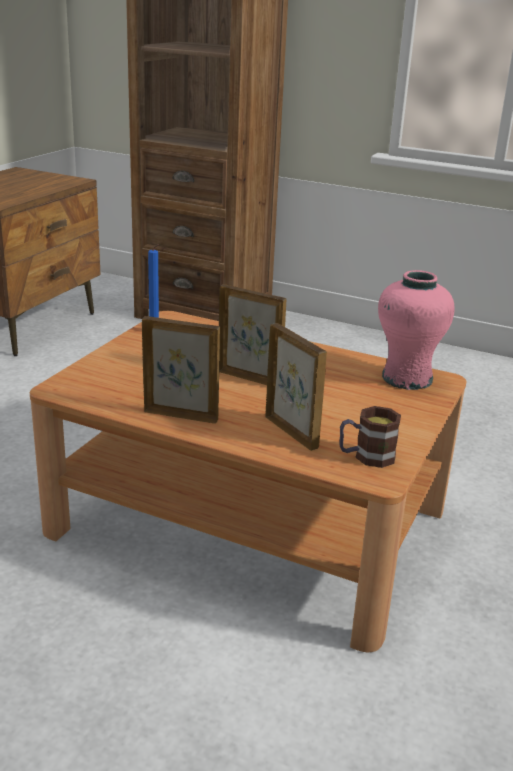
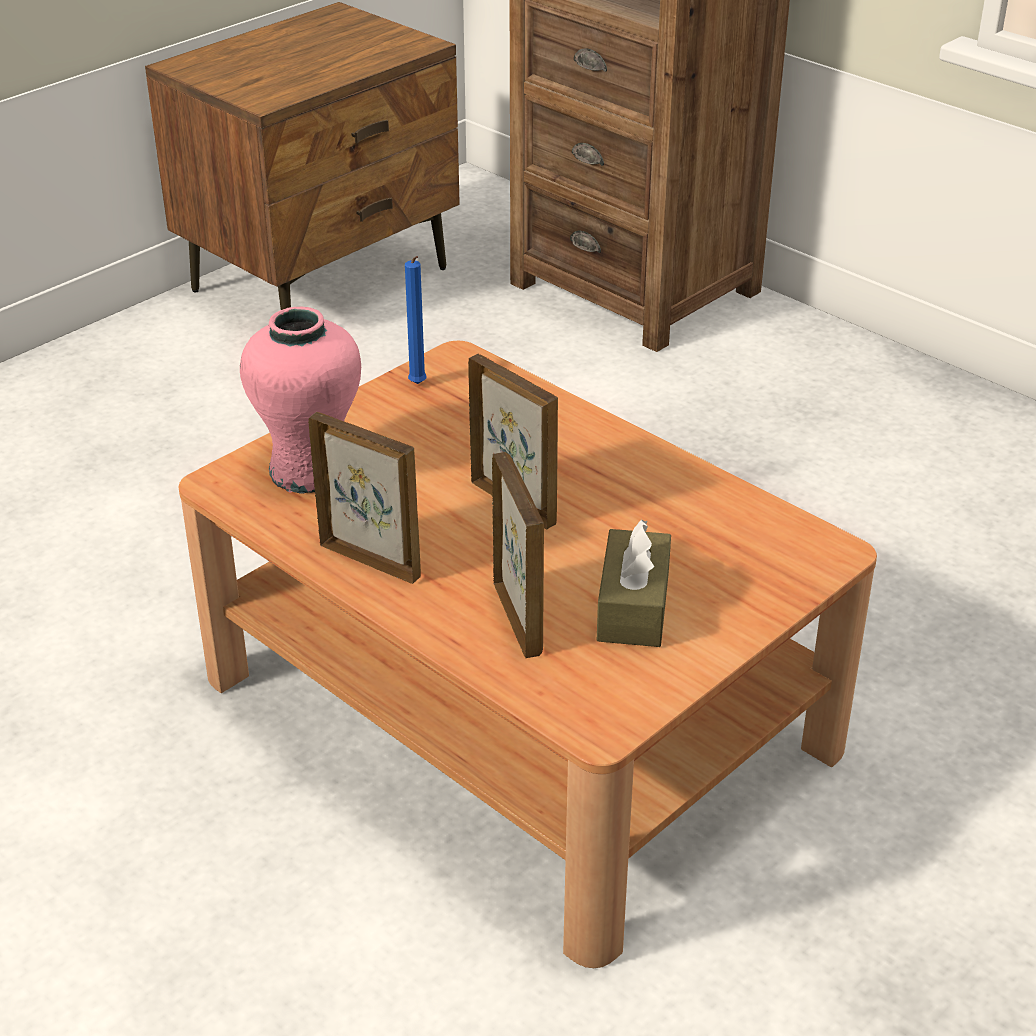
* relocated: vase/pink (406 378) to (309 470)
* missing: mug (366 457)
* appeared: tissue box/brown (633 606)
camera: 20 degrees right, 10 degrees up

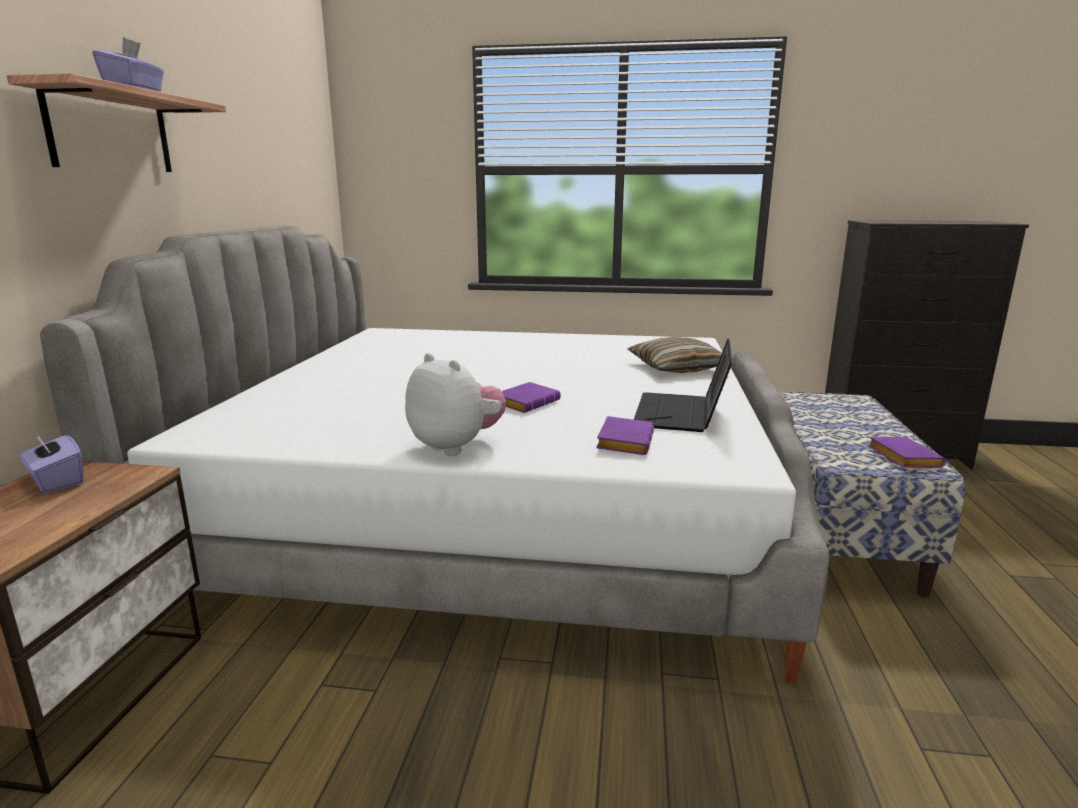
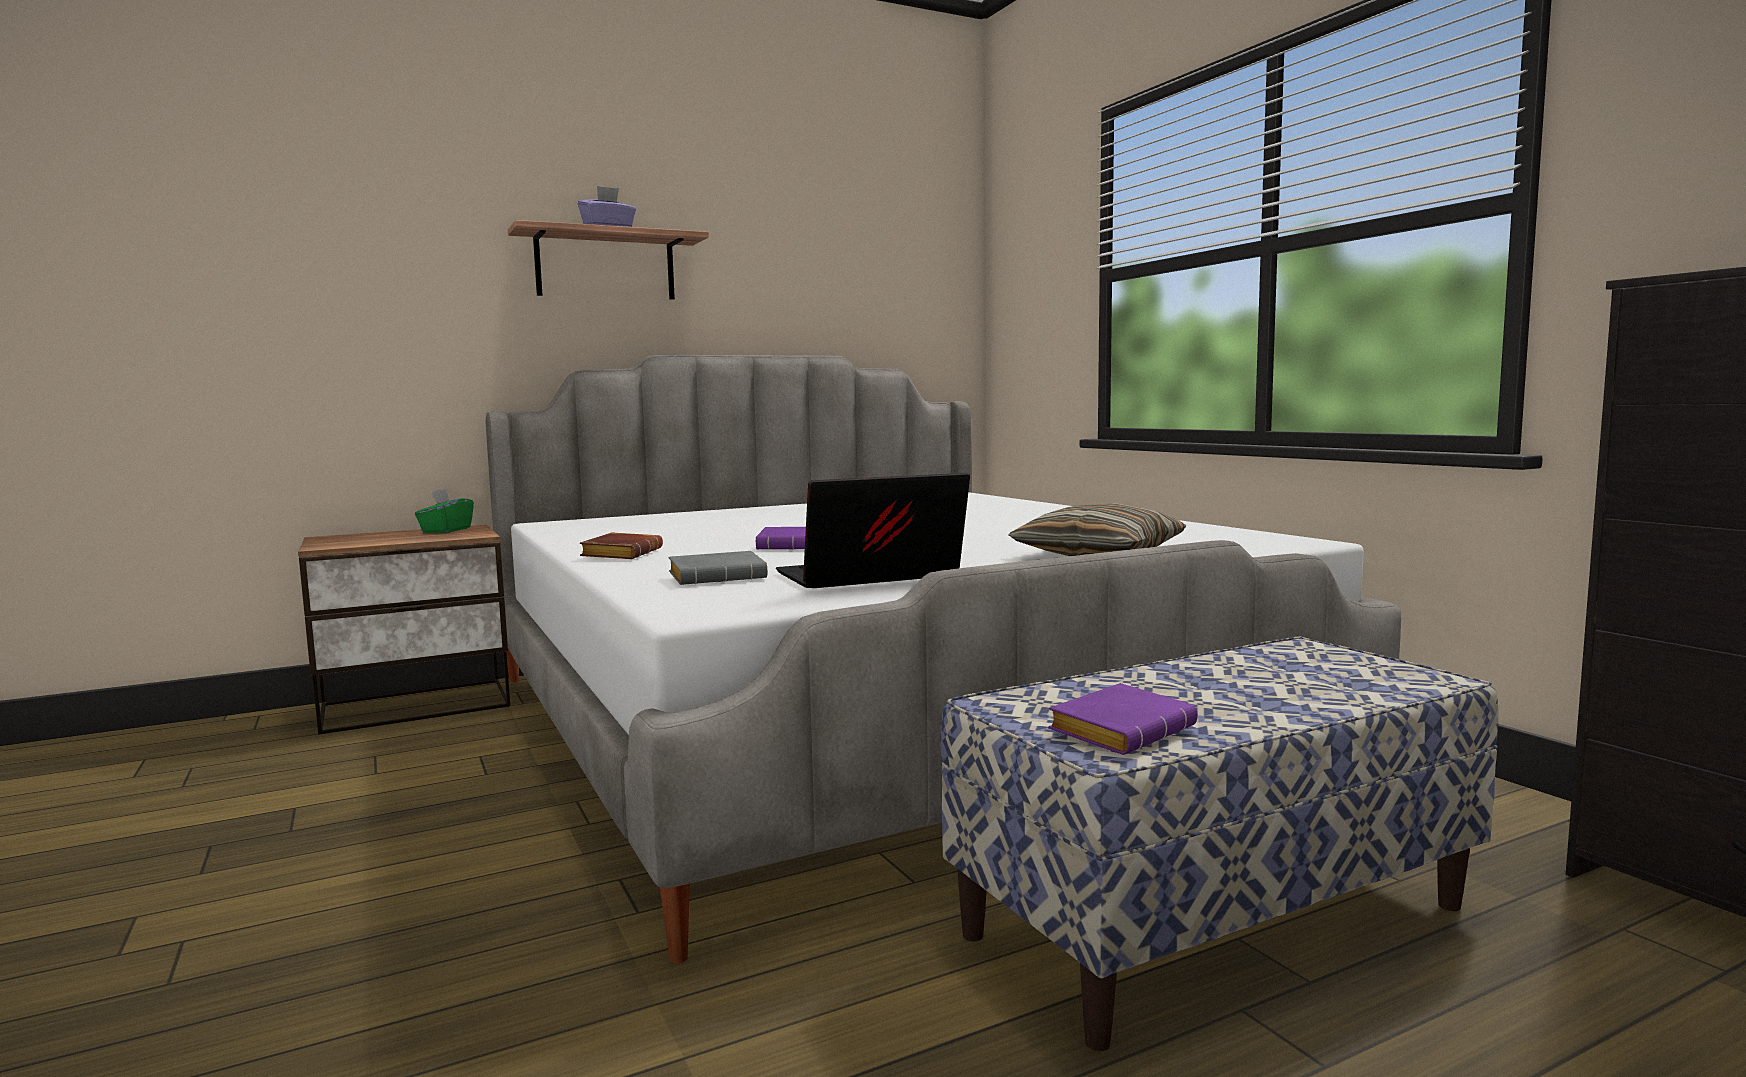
* exchanged: plush toy (456 446) to book/brown (621 554)
* colour: book/purple (623 441) to book/grey (719 577)
* colour: tissue box/purple (56 481) to tissue box/green (446 530)
camera: 55 degrees right, 10 degrees down

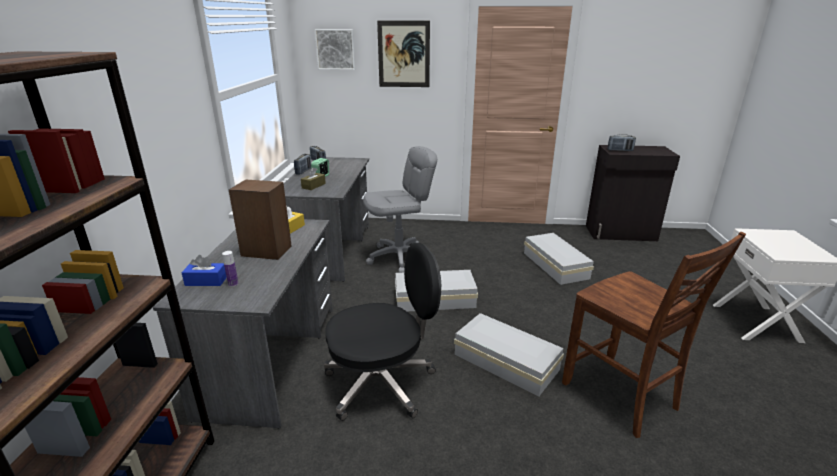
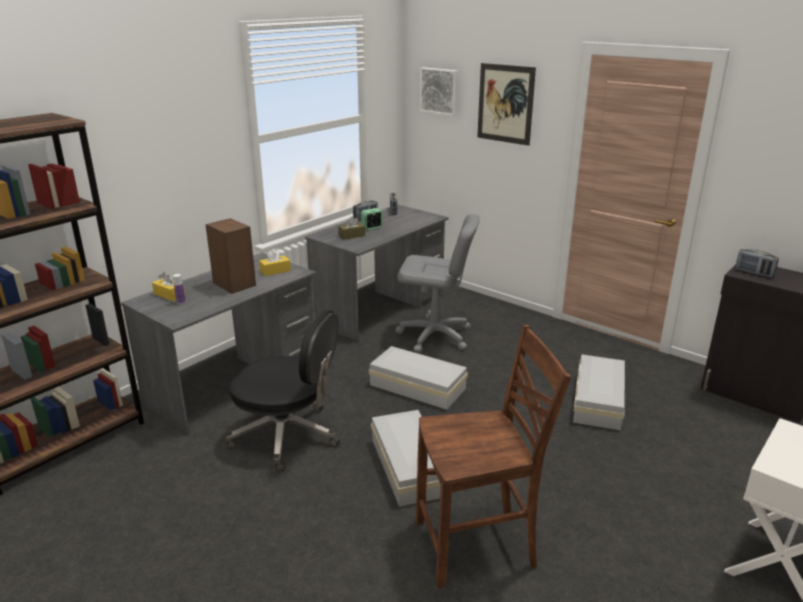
* spun: chair/brown (621 396) = (477 546) 105 degrees counterclockwise
* colour: tissue box/blue (206 281) to tissue box/yellow (169 295)
camera: 35 degrees right, 0 degrees up

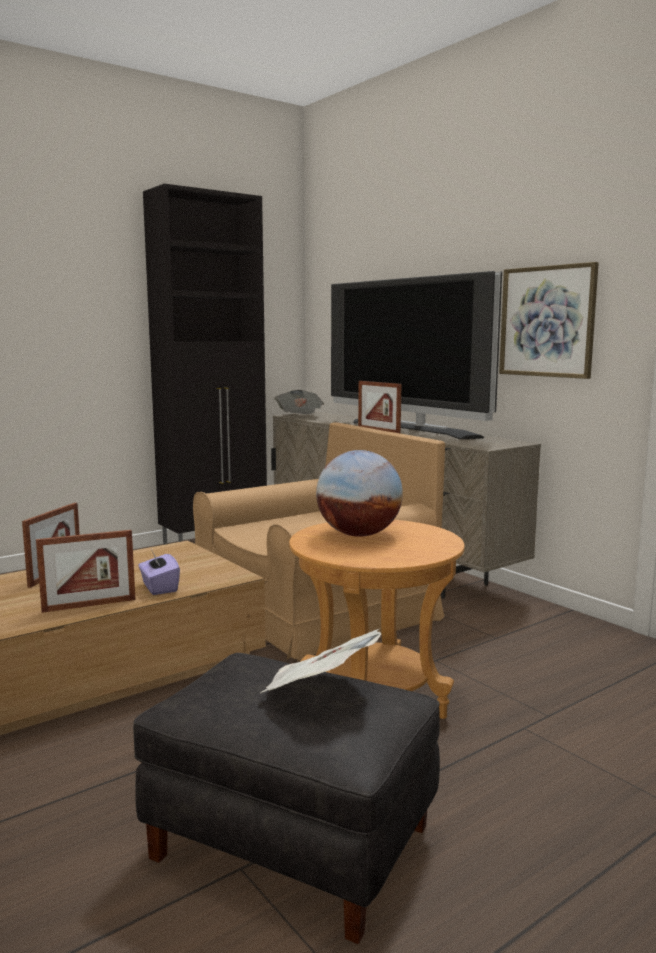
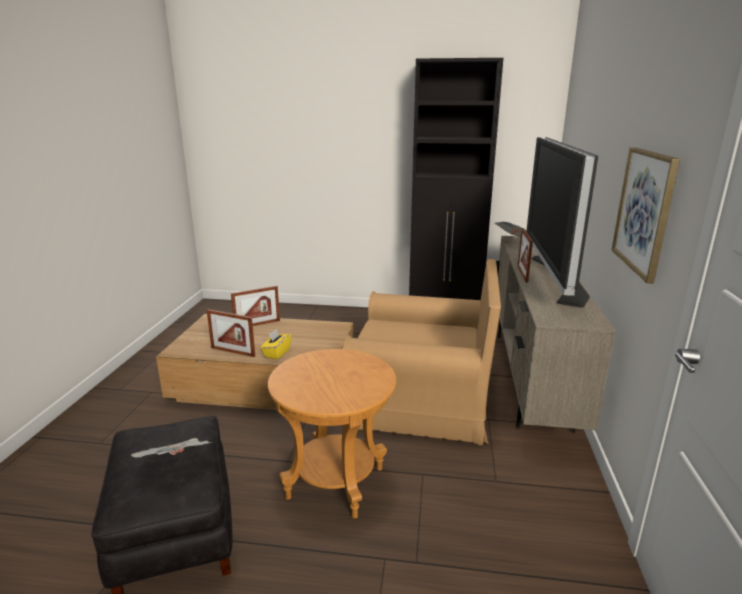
* missing: globe (358 535)
* colour: tissue box/purple (159 588) to tissue box/yellow (276 353)
camera: 45 degrees right, 10 degrees up

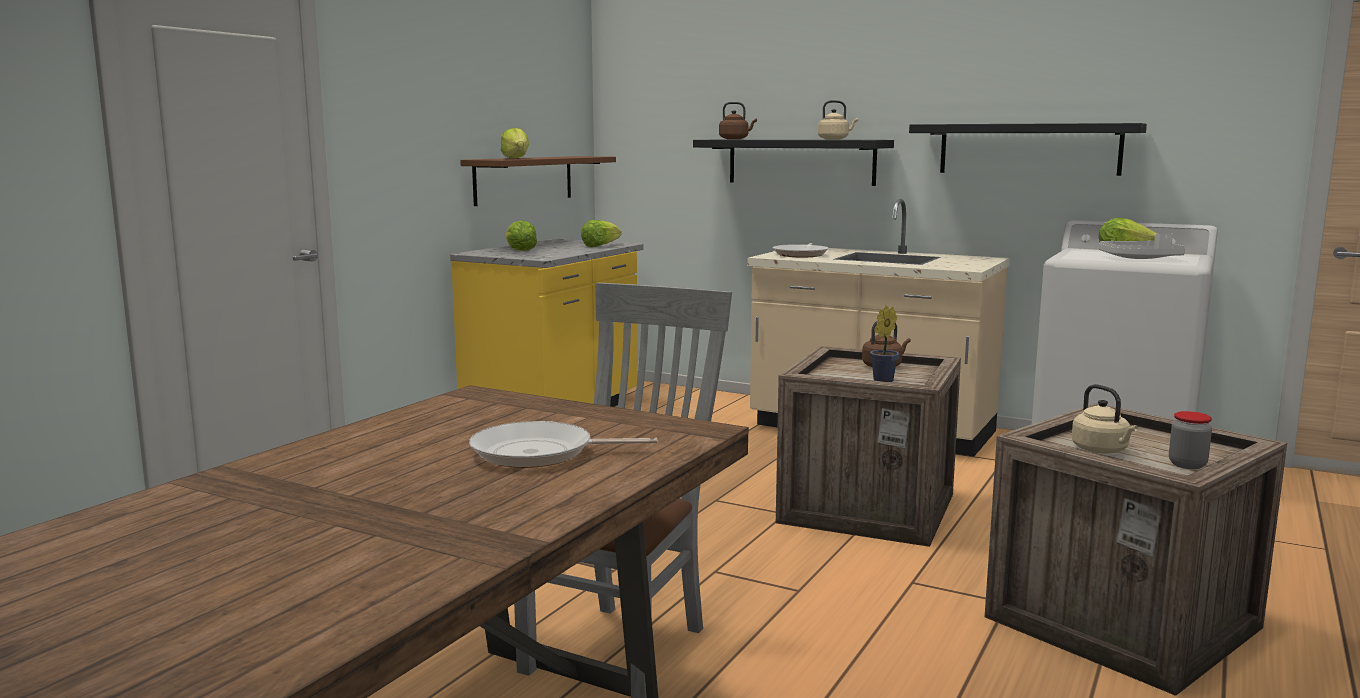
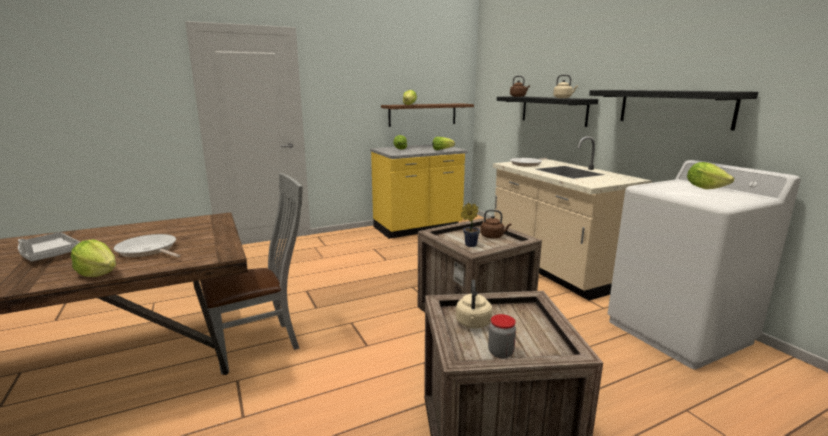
* relocated: tray/grey (1140 258) to (49 254)
* appeared: lettuce (98 273)
camera: 35 degrees right, 5 degrees up

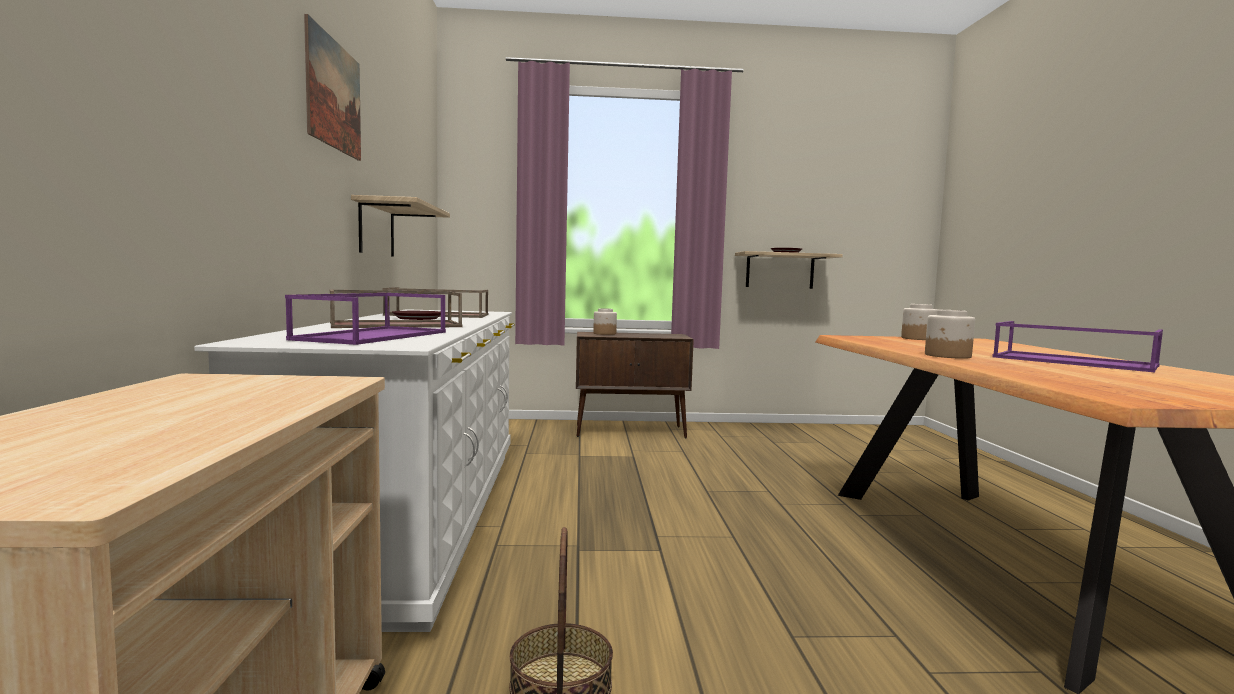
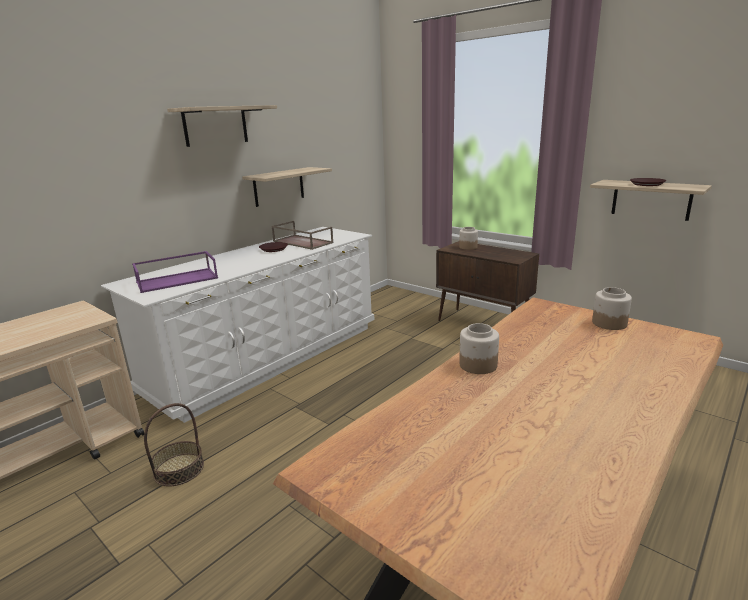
* exchanged: picture (334 95) to shelf (215 126)
* missing: tray/brown (397 325)
* missing: tray/purple (1071 361)
camera: 45 degrees right, 15 degrees up

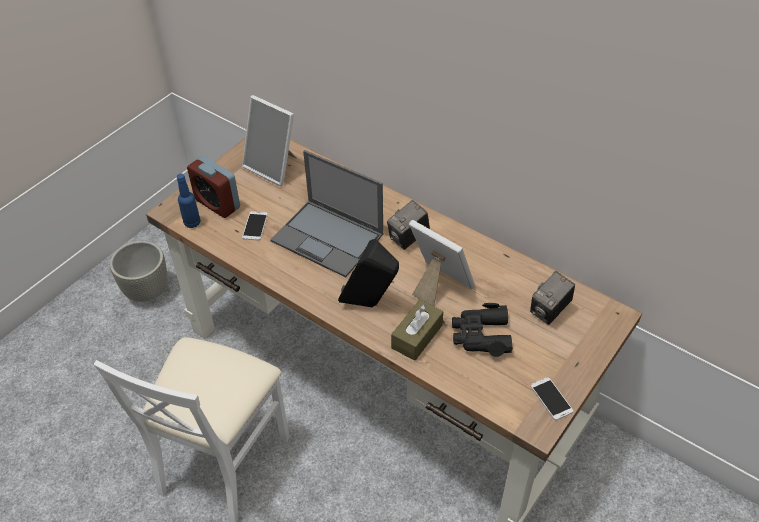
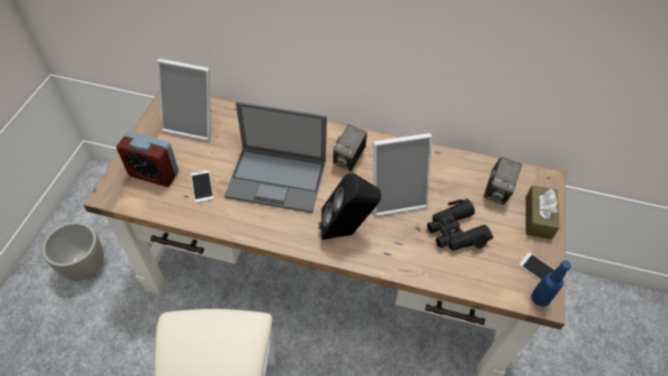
* relocated: bottle/blue (192 223) to (540 298)
* spun: picture frame (438 285) = (396 196) 150 degrees clockwise
* relocated: tissue box/brown (417 336) to (538 217)
camera: 25 degrees left, 5 degrees up

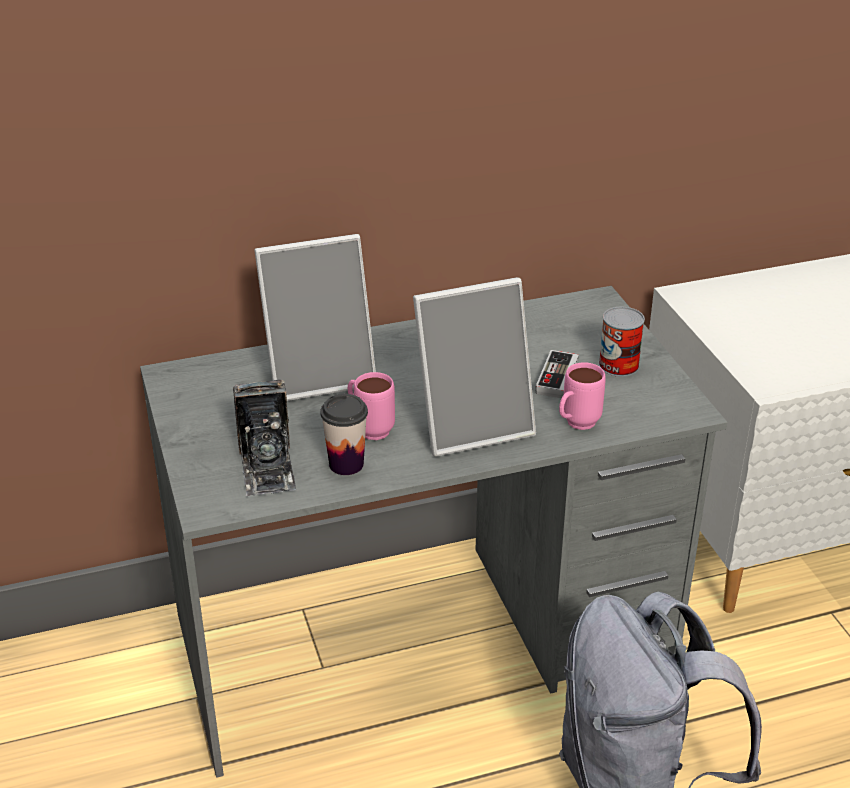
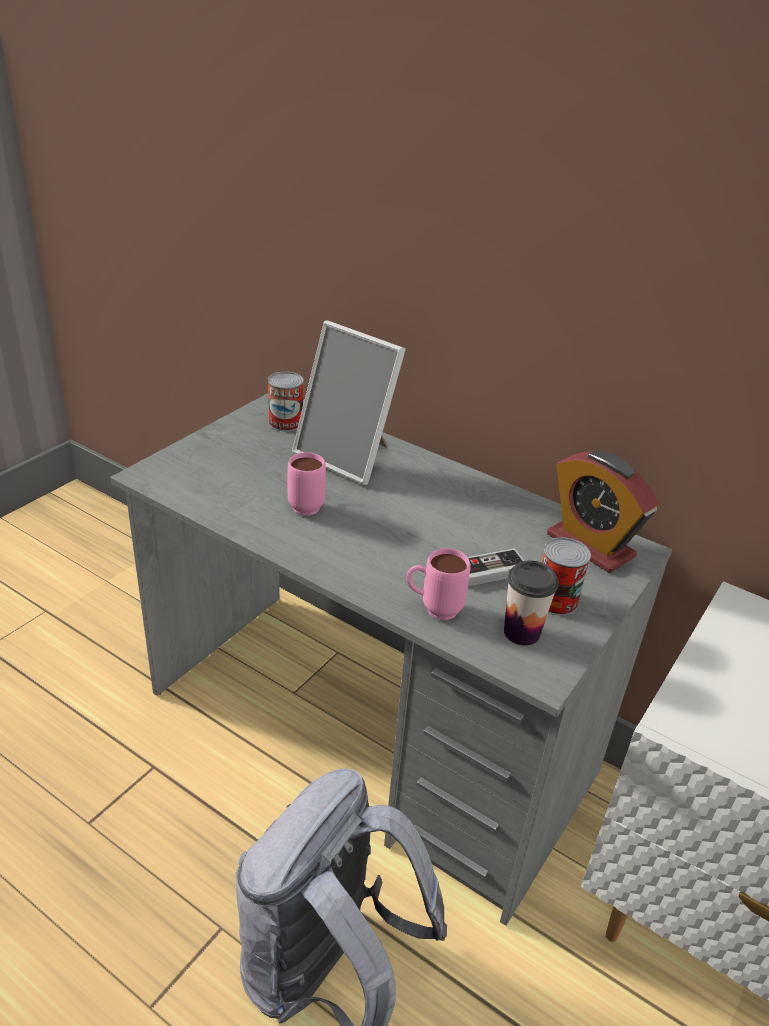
* missing: picture frame (472 425)
* missing: photo camera (267 465)
* relocated: cup (346 464) to (521 632)
* appeared: can (285 422)
* appeared: alarm clock (590 546)
camera: 50 degrees right, 0 degrees up

